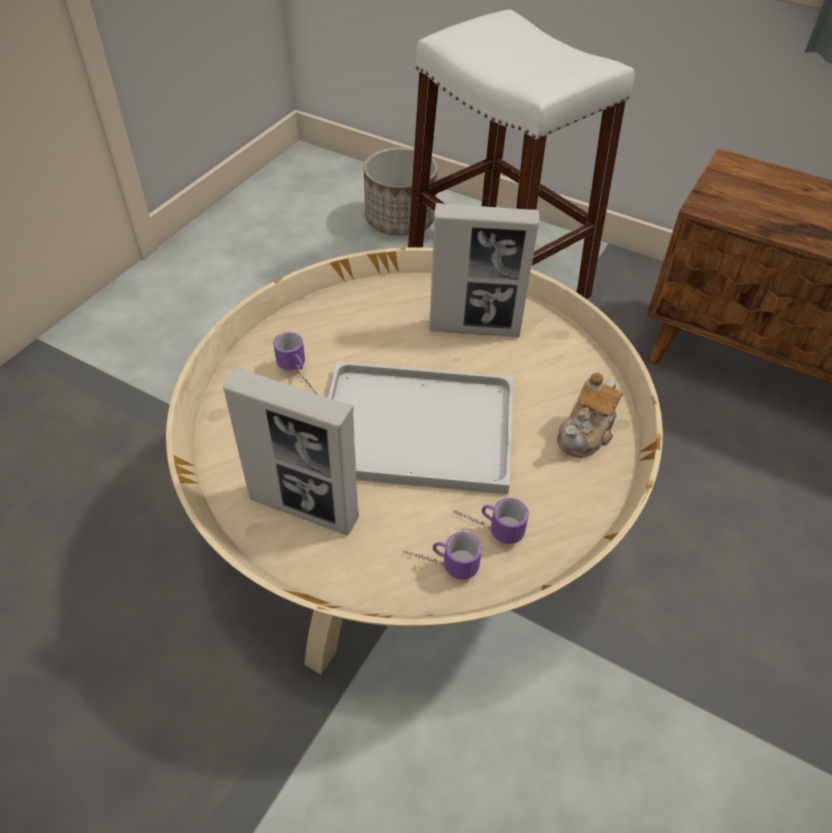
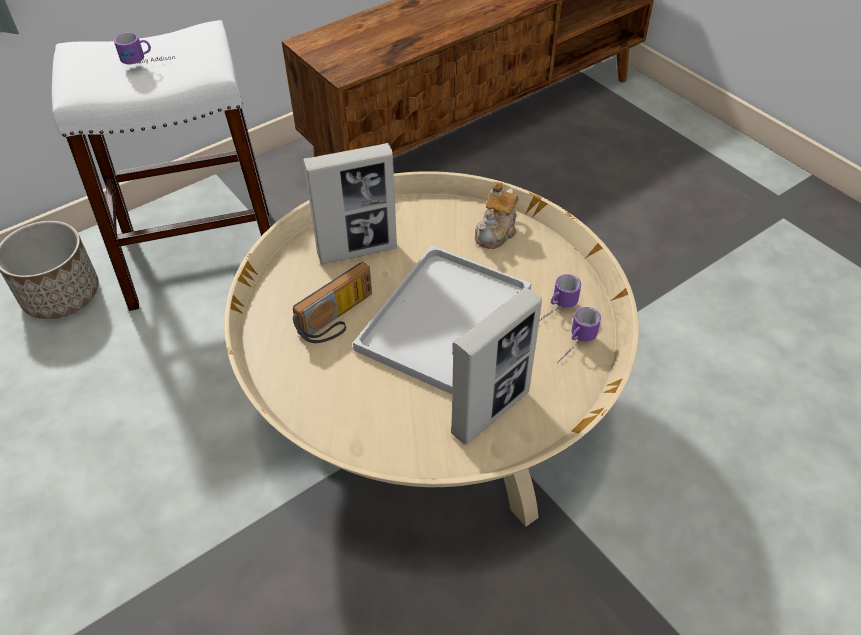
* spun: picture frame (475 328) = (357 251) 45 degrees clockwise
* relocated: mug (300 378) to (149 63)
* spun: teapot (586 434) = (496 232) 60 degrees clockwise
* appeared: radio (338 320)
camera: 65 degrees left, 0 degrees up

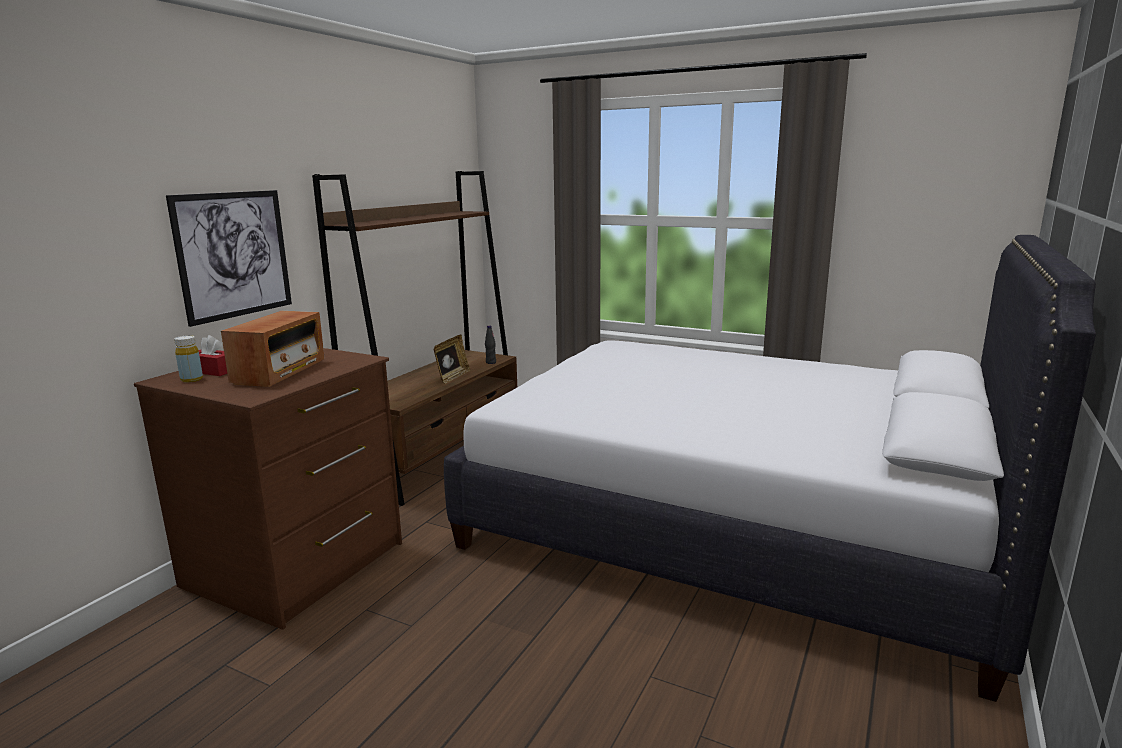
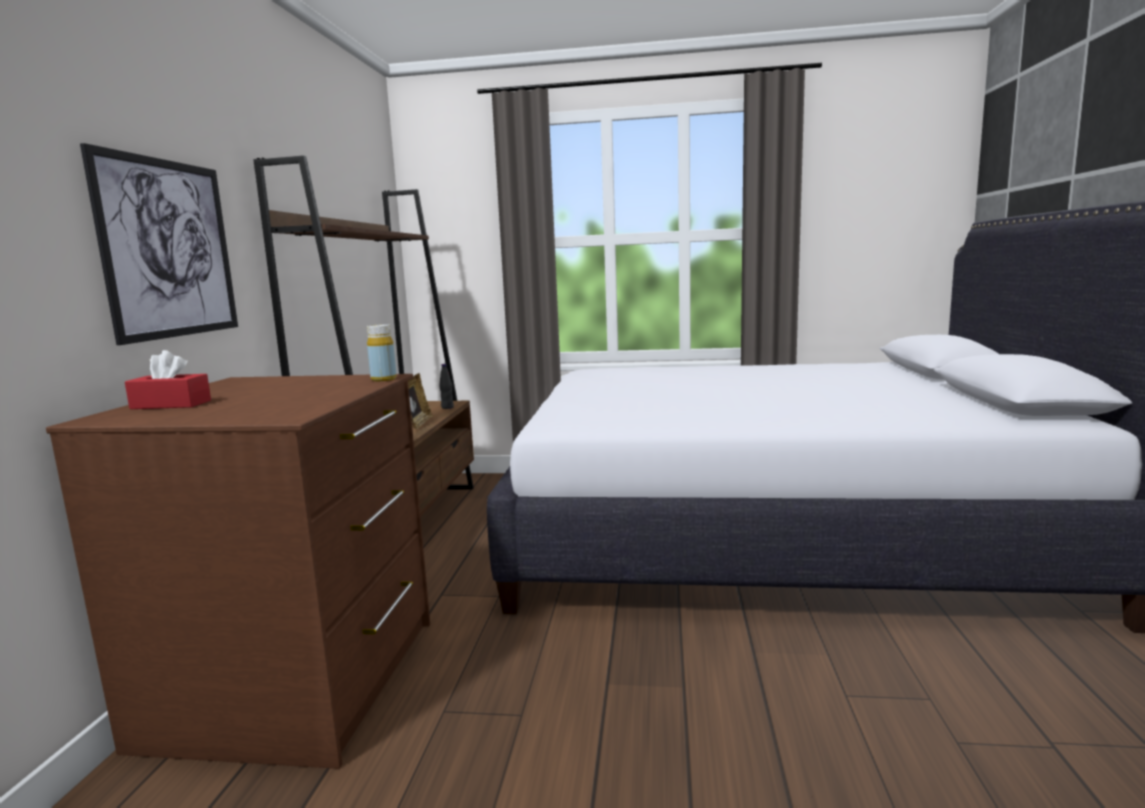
* missing: radio (280 372)
* relocated: bottle/yellow (191 379) to (383 379)
camera: 20 degrees left, 5 degrees down

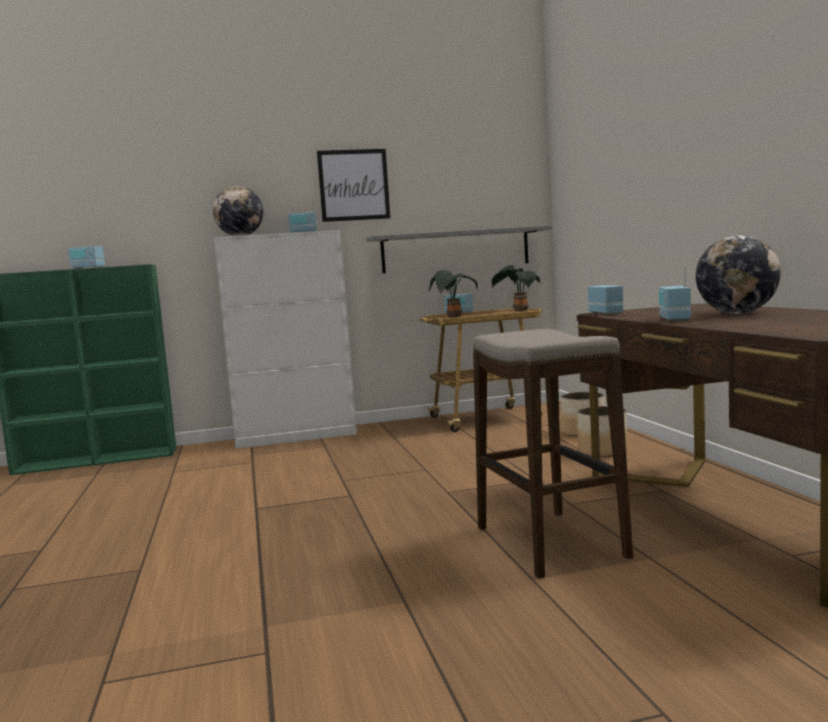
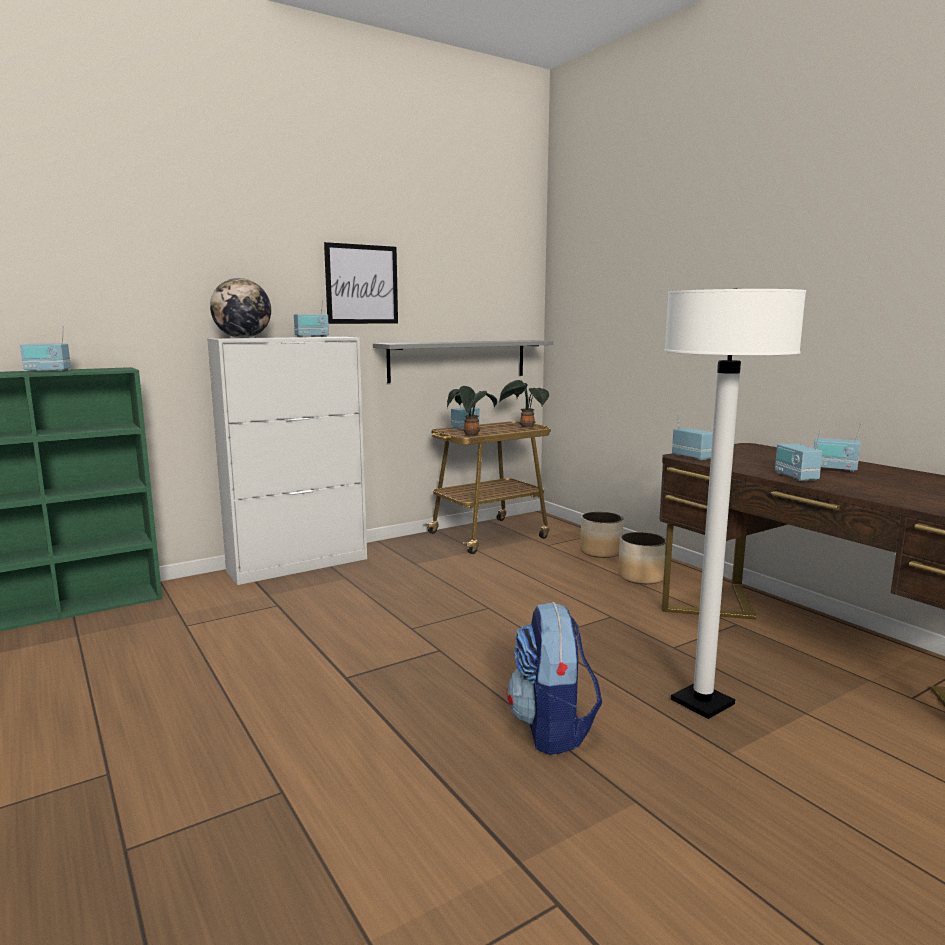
* exchanged: globe (737 313) to radio (834 469)
* exchanged: stool (549 543) to floor lamp/white (702 702)
* appeared: backpack (552 729)
camera: 20 degrees left, 5 degrees up

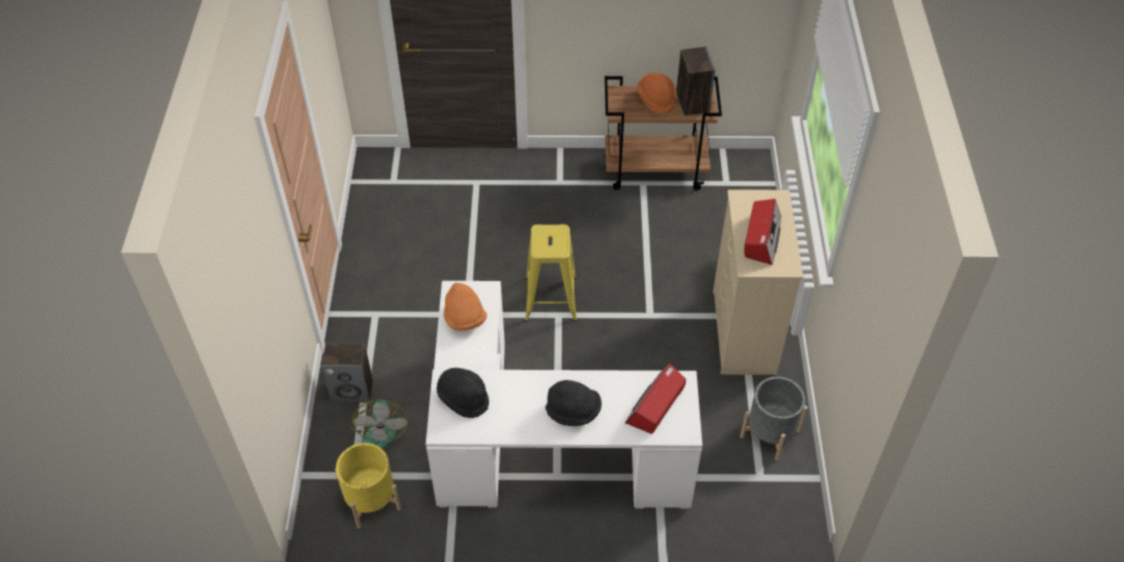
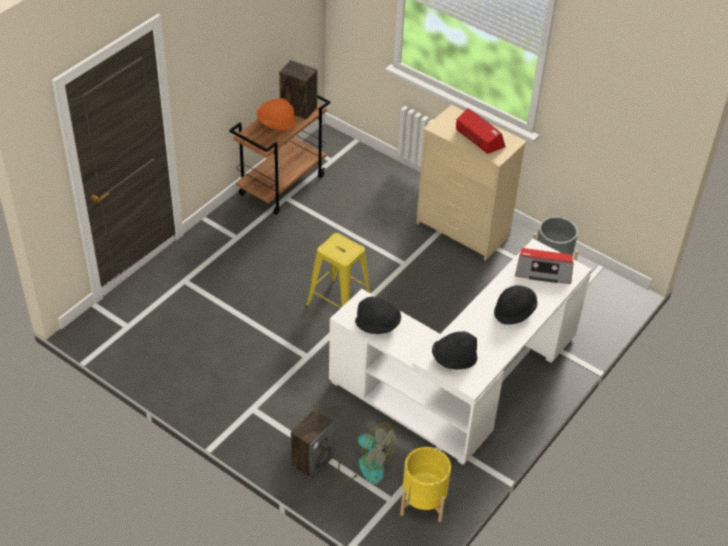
* colour: hat/orange (464 318) to hat/black (378 324)
* spun: radio (655 405) = (543 271) 60 degrees counterclockwise
camera: 55 degrees left, 5 degrees down

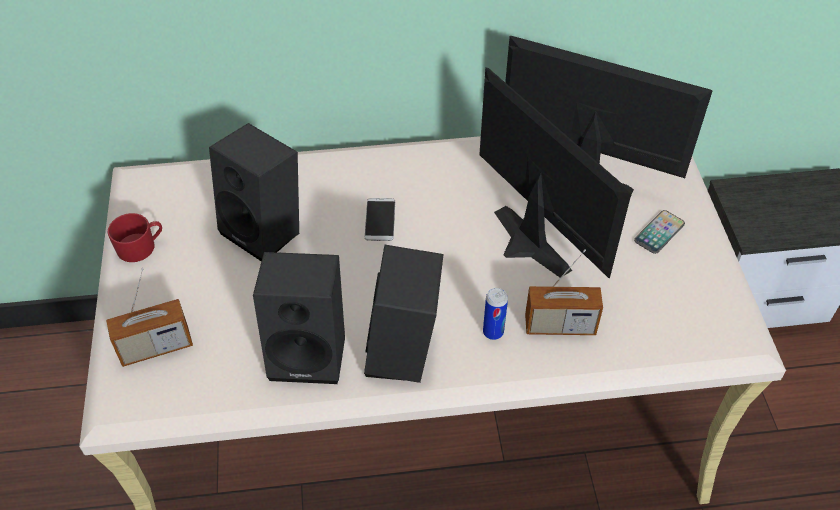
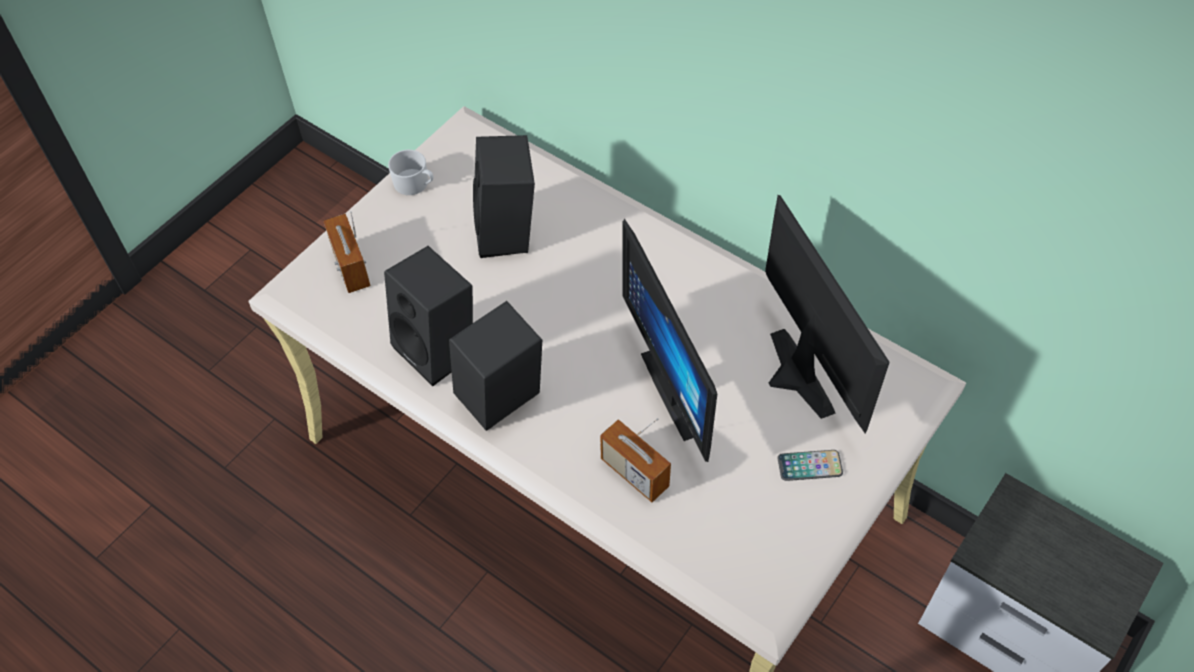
* spun: monitor (522 246) = (681 389) 150 degrees clockwise
* missing: phone (380 220)
* colour: mug/red (141 247) to mug/white (415 184)
* spun: radio (156 347) = (351 267) 45 degrees clockwise
* missing: can (493 332)
camera: 45 degrees right, 5 degrees up

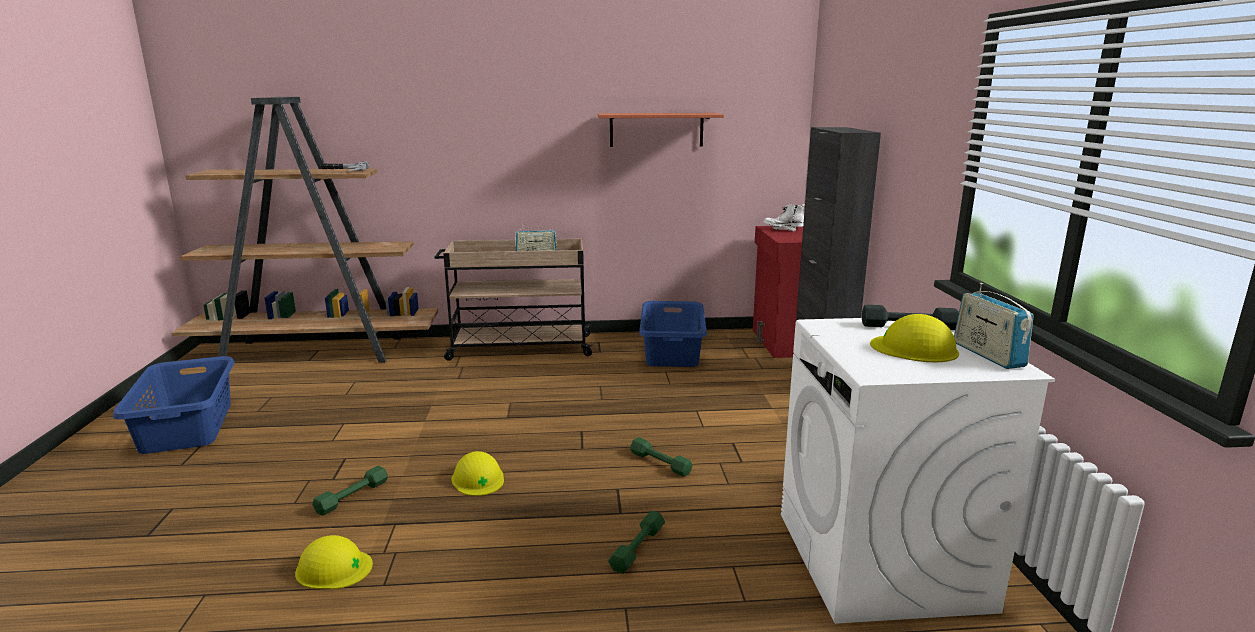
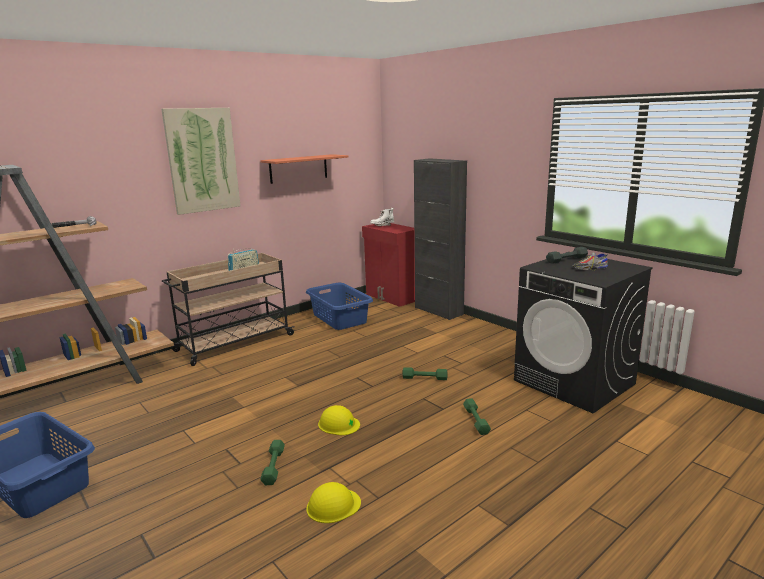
* missing: radio (987 355)
* exchanged: hard hat/yellow (914 348) to shoe (589 268)
* colour: washing machine/white (881 561) to washing machine/black (574 382)
* appeared: picture (202 160)
camera: 35 degrees left, 0 degrees up

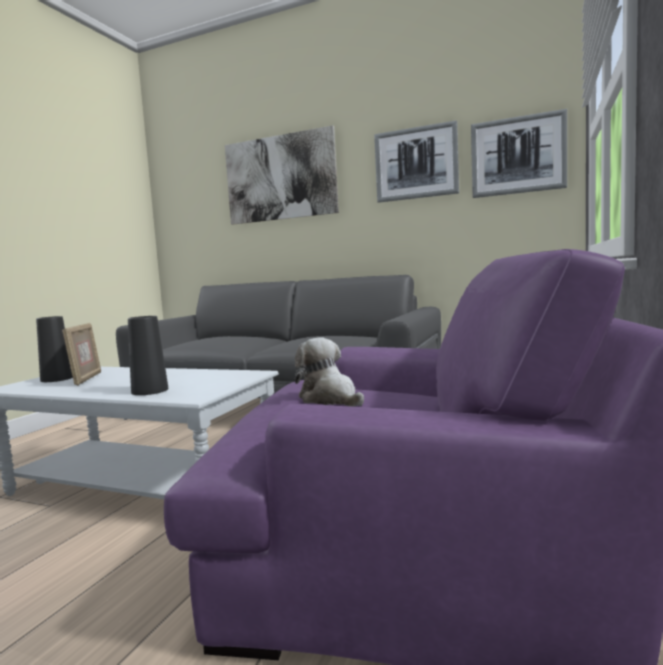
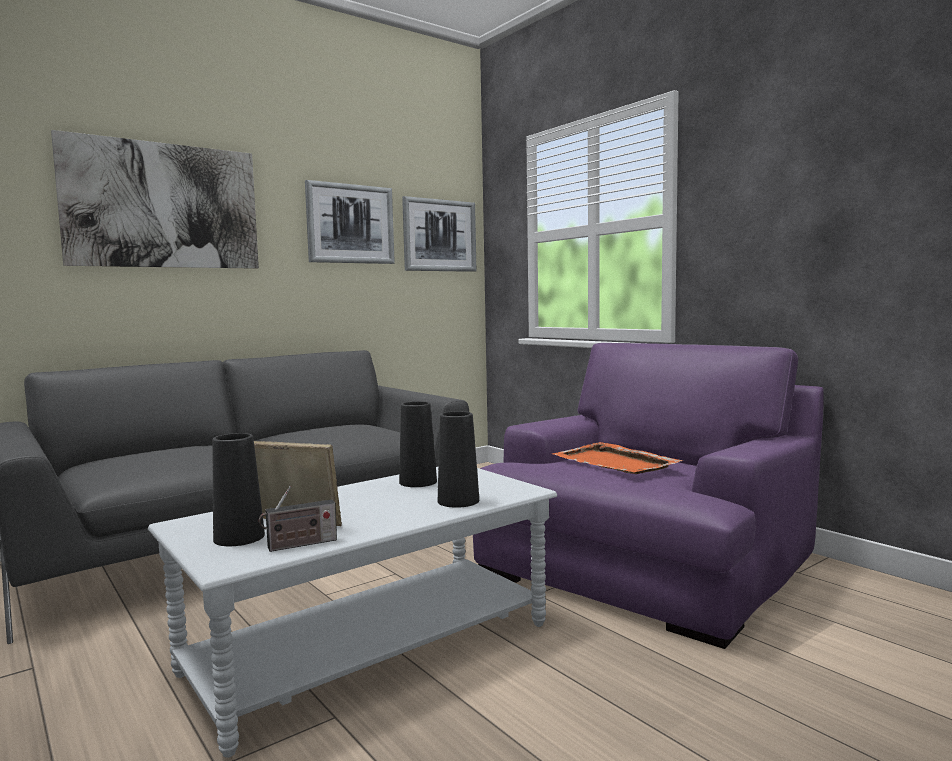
* exchanged: plush toy (330 399) to tray/orange (615 463)
* appeared: vase/black (418 482)
* appeared: radio (299 545)
camera: 60 degrees left, 0 degrees up

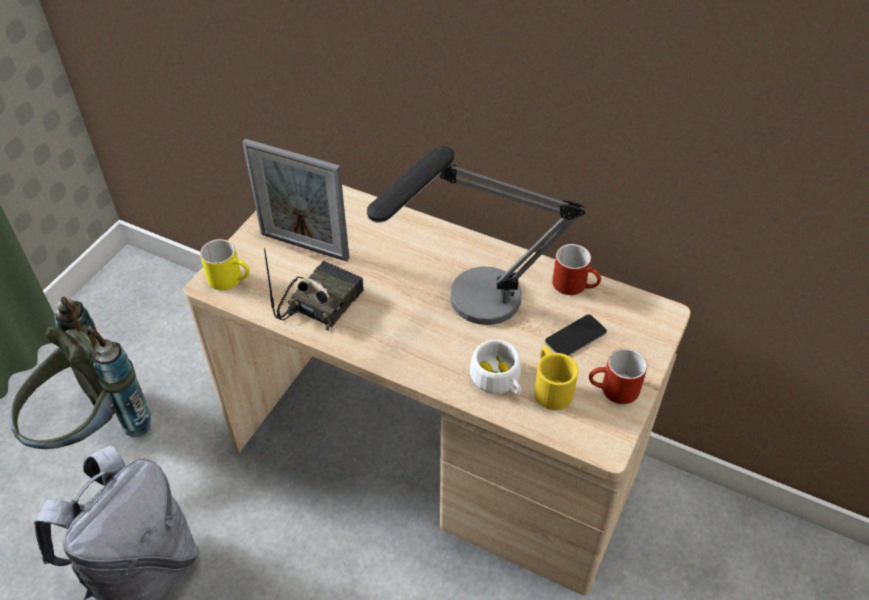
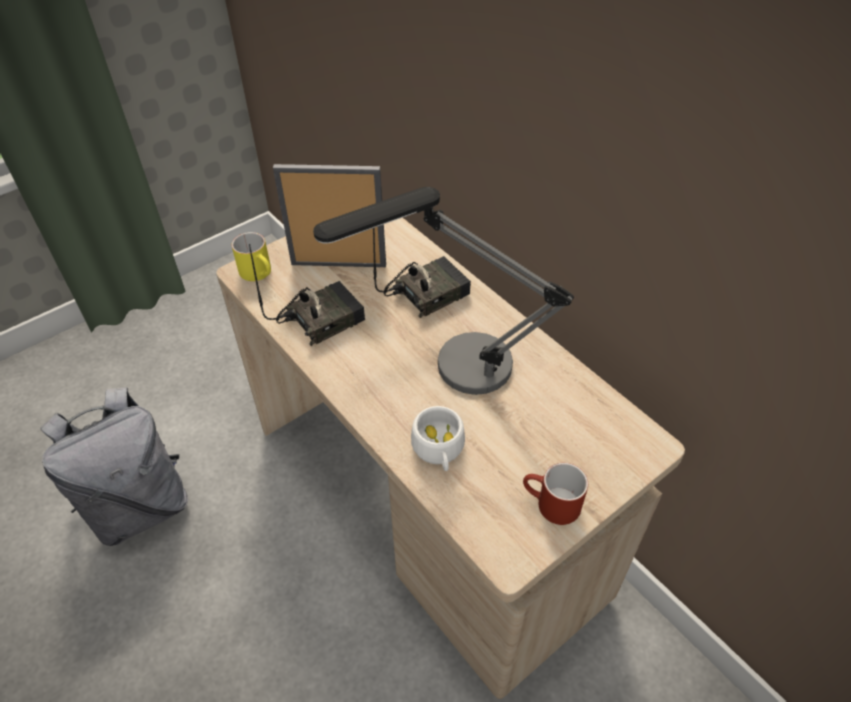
* spun: picture frame (304 246) = (338 264) 135 degrees clockwise
* missing: mug/red (576 285)
* missing: backpack/grey (92 431)
* missing: phone (575 337)
* missing: mug/yellow (550 386)
* appeared: radio (426 292)
camera: 25 degrees right, 0 degrees up

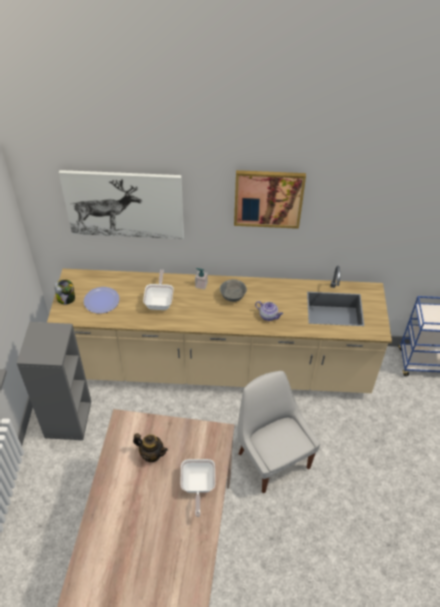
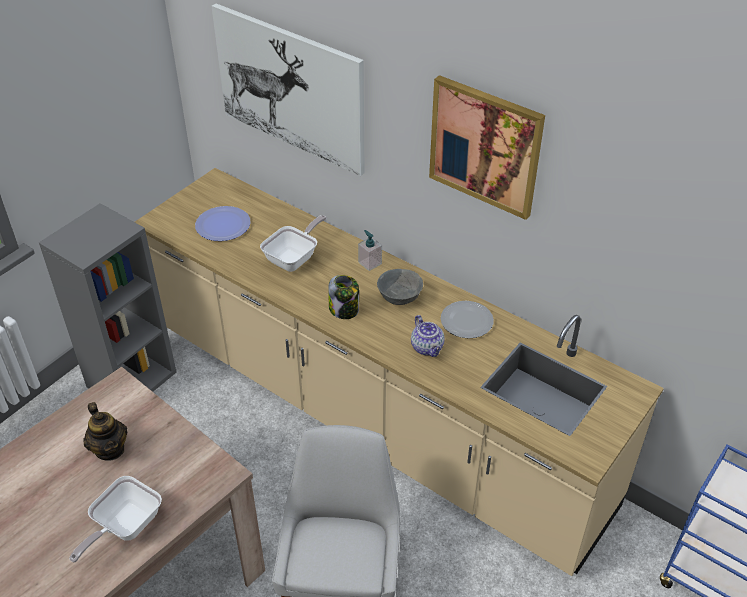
* relocated: jar (66 298) to (344 309)
* appeared: plate (466 321)
camera: 35 degrees right, 5 degrees down

